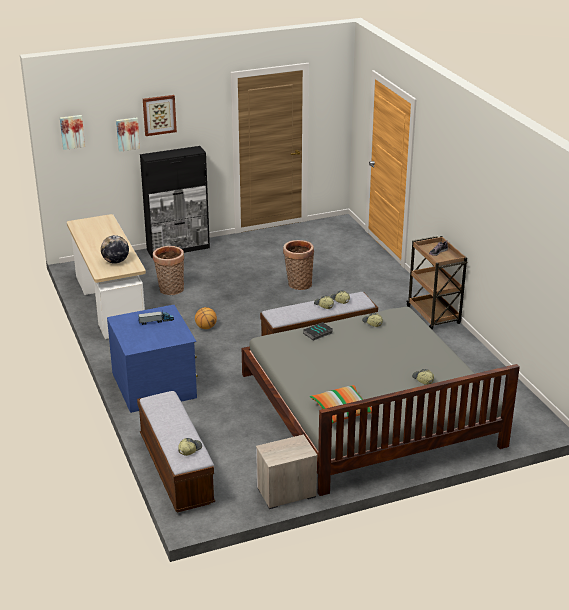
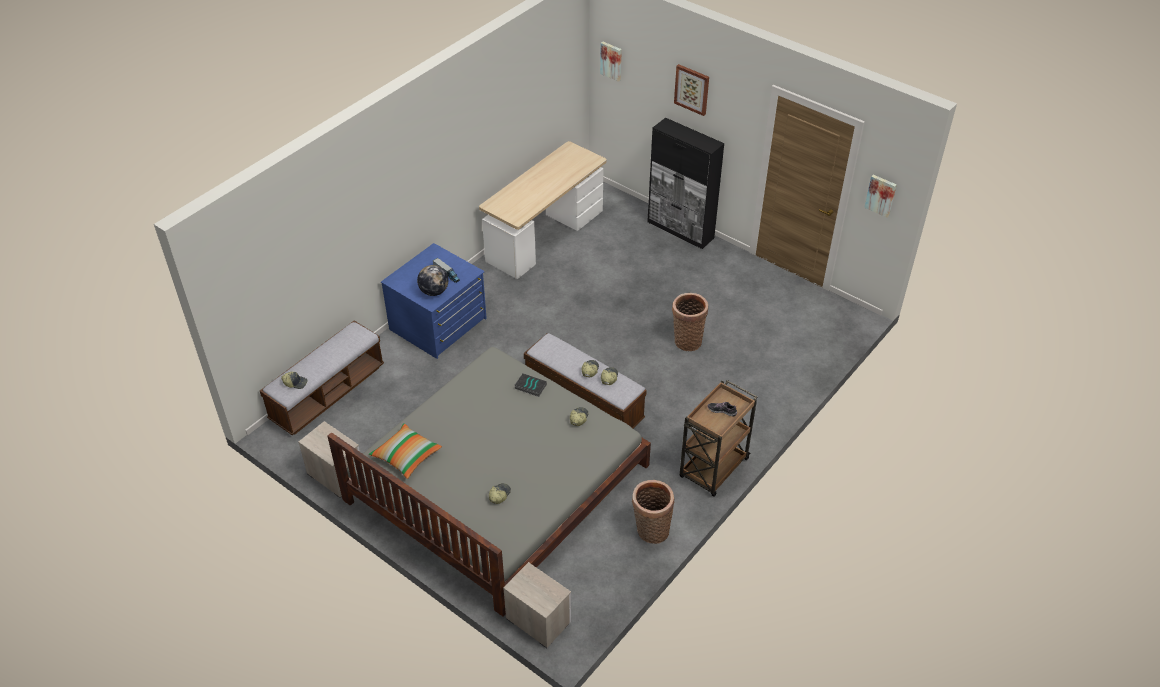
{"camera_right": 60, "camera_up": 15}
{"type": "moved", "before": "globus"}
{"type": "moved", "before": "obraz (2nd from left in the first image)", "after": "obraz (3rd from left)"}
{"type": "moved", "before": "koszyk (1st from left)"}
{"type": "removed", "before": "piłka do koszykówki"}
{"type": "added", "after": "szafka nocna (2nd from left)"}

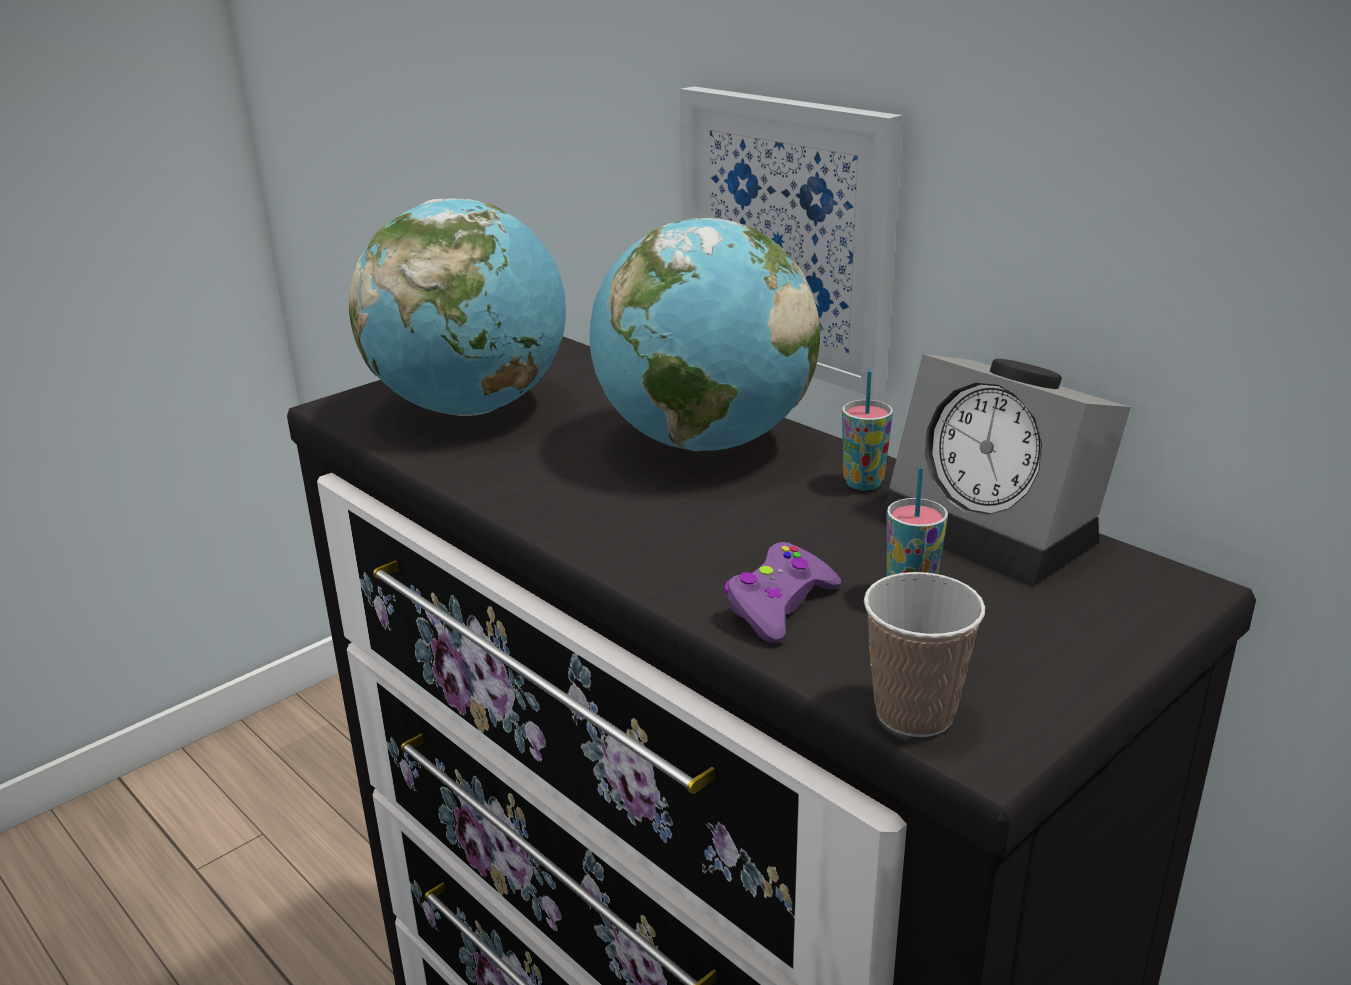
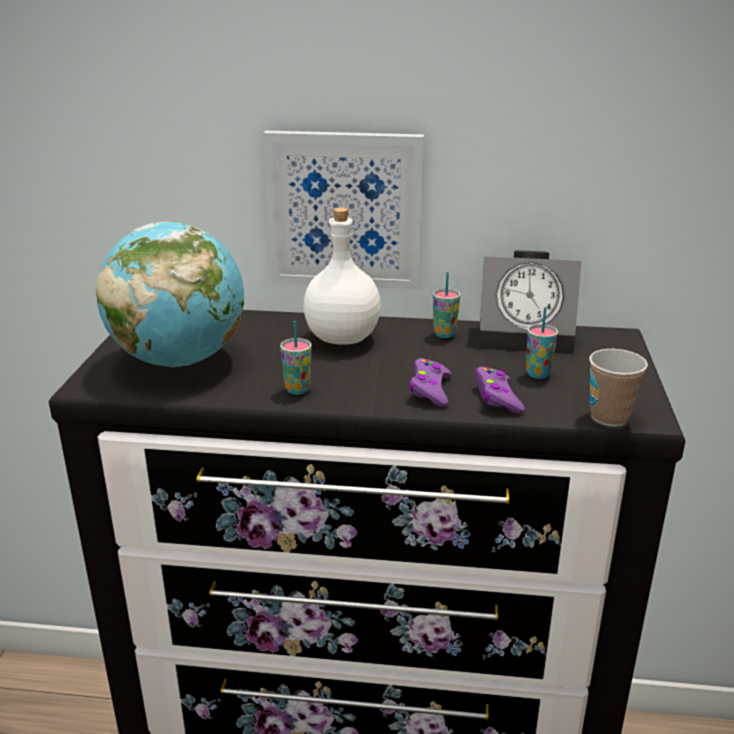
{"camera_right": -40, "camera_up": 0}
{"type": "replaced", "before": "globus (2nd from left)", "after": "butelka [biały]"}
{"type": "added", "after": "filiżanka (1st from left)"}
{"type": "added", "after": "pad do gier [fioletowy] (1st from left)"}

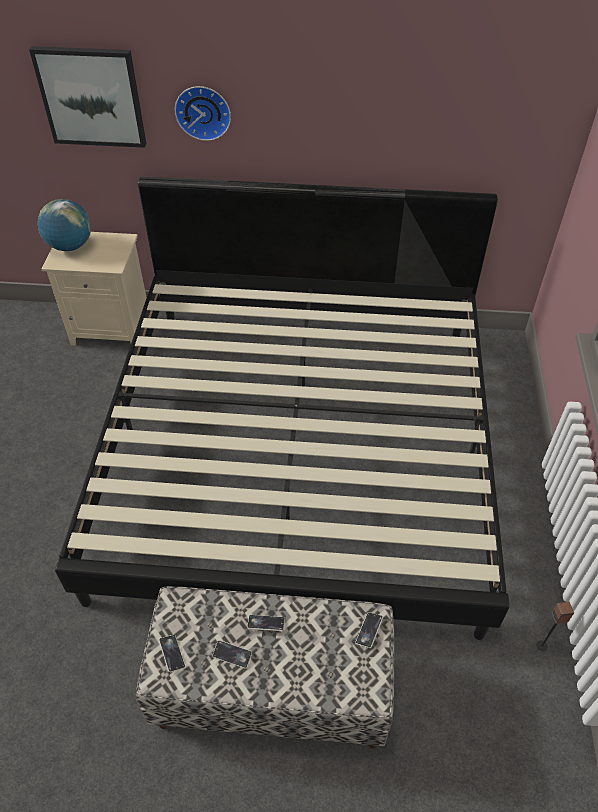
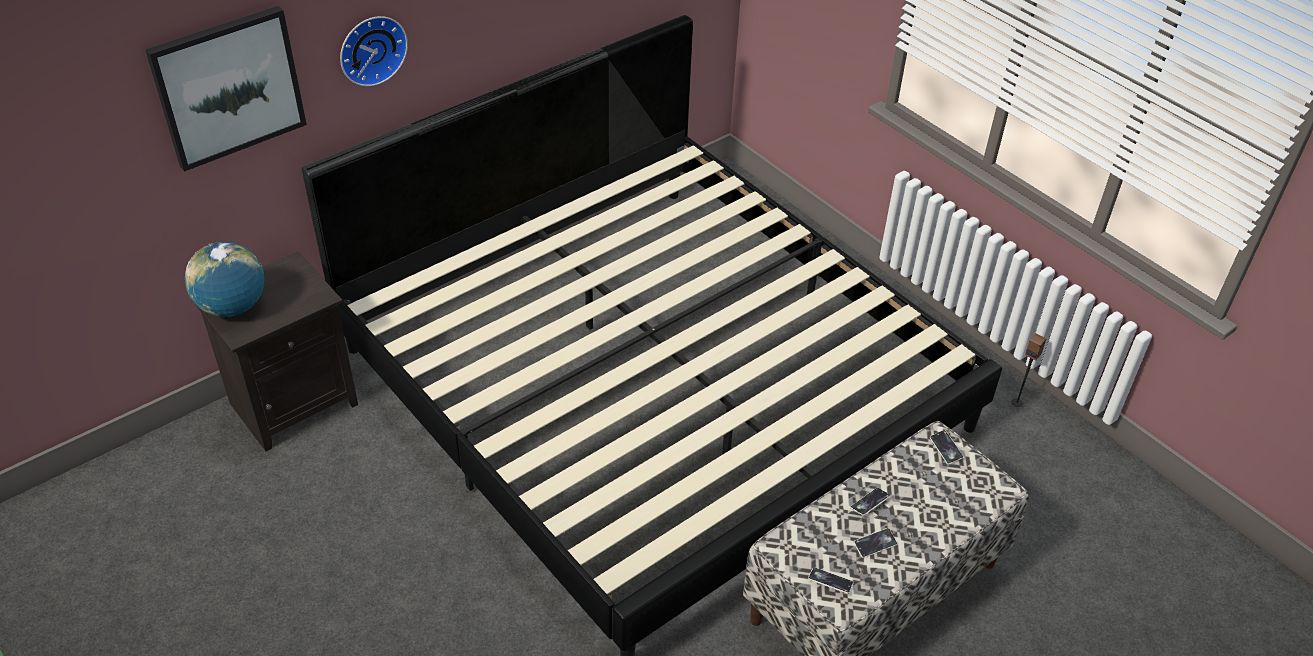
{"camera_right": -45, "camera_up": -5}
{"type": "recoloured", "before": "szafka nocna [beżowy]", "after": "szafka nocna [czarny]"}

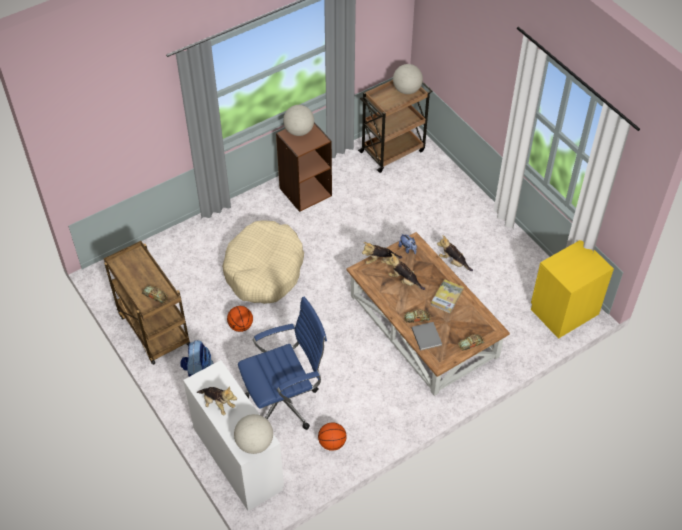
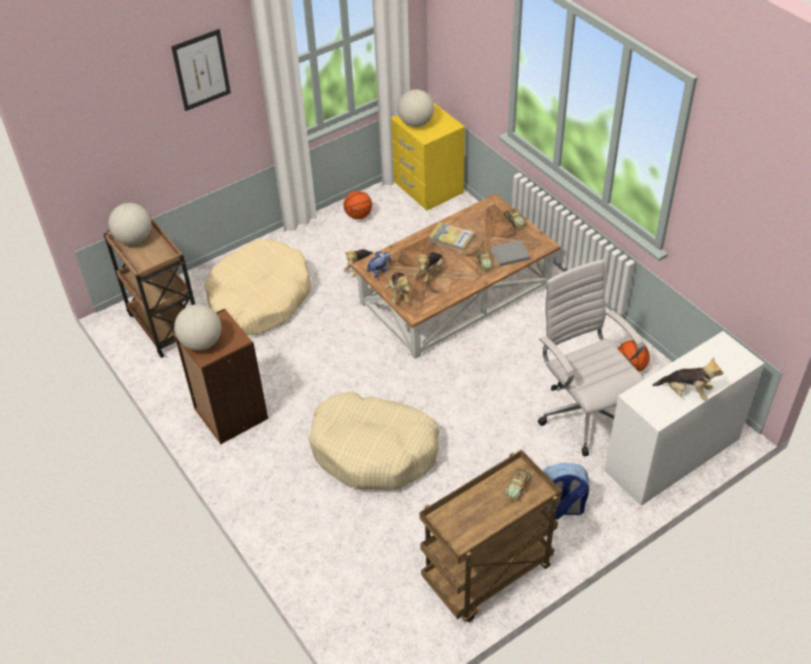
{"camera_right": -90, "camera_up": -5}
{"type": "turned", "before": "pluszak (1st from left in the first image)", "turn": 75}
{"type": "moved", "before": "piłka do koszykówki (1st from left)"}
{"type": "moved", "before": "globus (1st from left in the first image)", "after": "globus (3rd from left)"}
{"type": "recoloured", "before": "krzesło biurowe [niebieski]", "after": "krzesło biurowe [biały]"}
{"type": "added", "after": "obraz"}
{"type": "added", "after": "legowisko [beżowy] (1st from left)"}

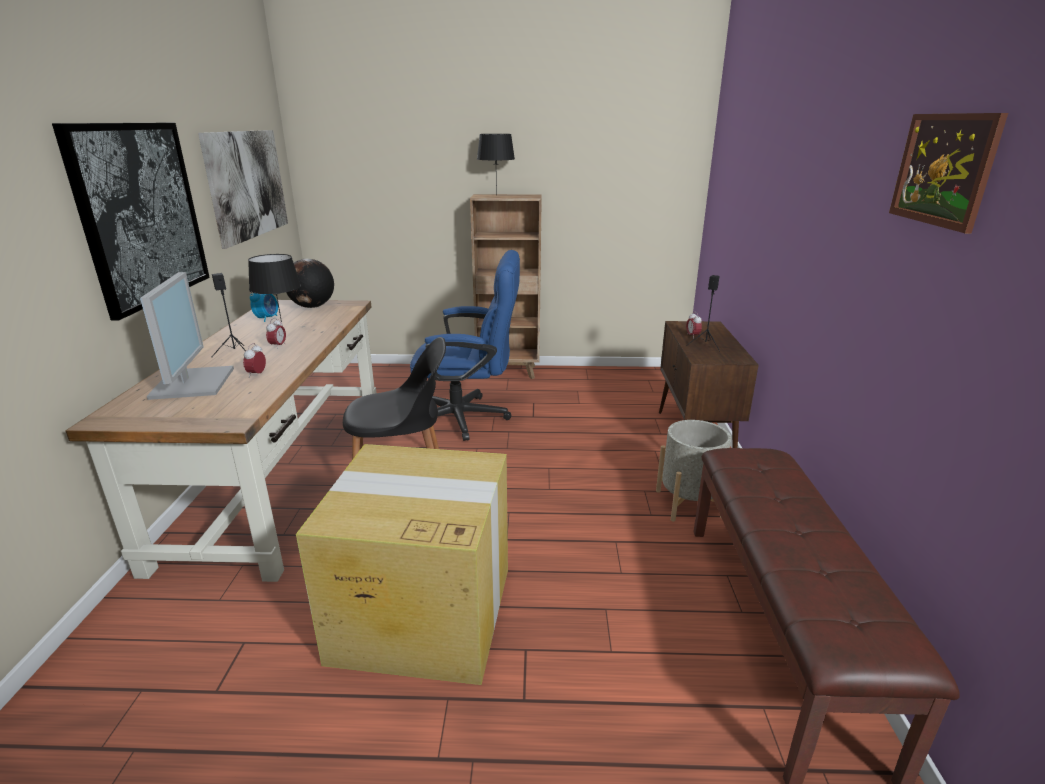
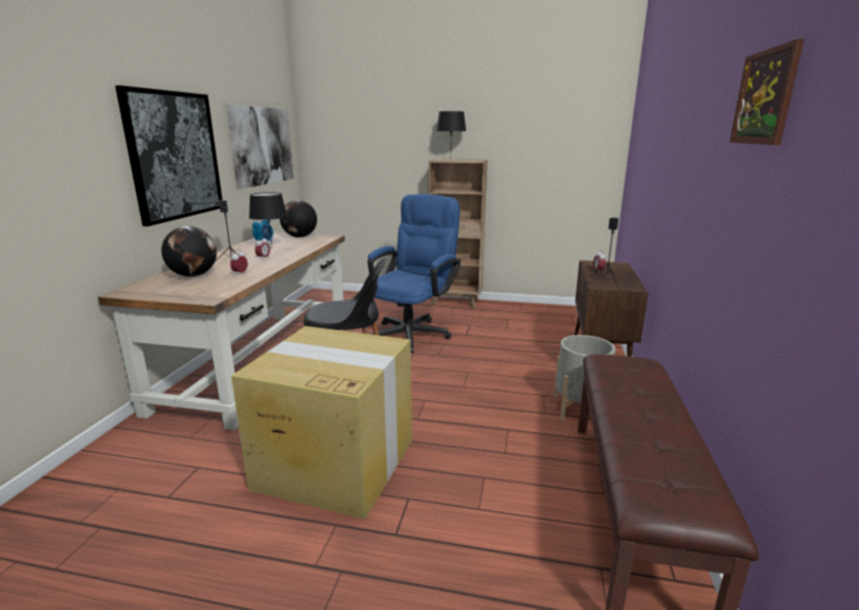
{"camera_right": 10, "camera_up": -5}
{"type": "replaced", "before": "monitor", "after": "globus (1st from left)"}
{"type": "turned", "before": "krzesło biurowe [niebieski]", "turn": -75}

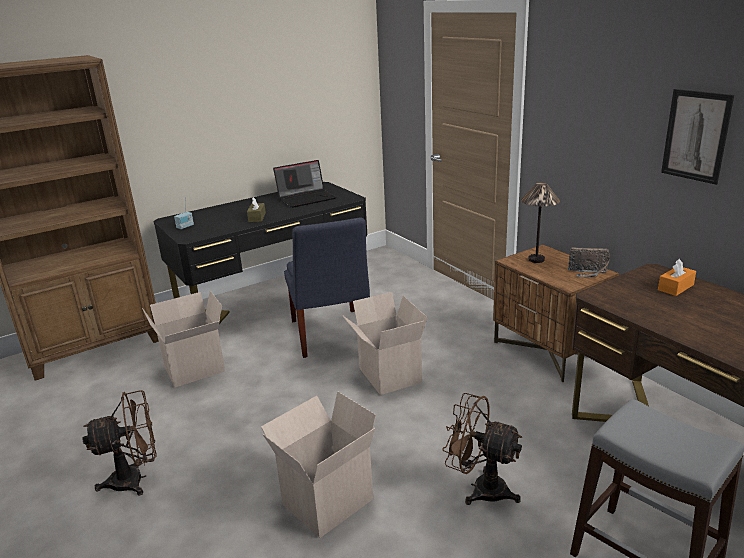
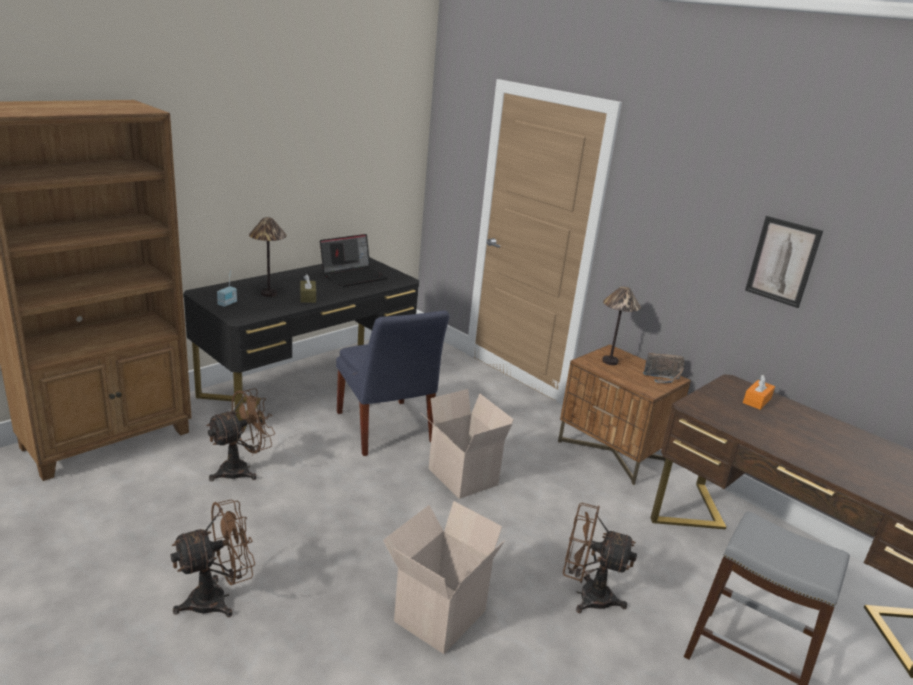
{"camera_right": -15, "camera_up": 0}
{"type": "replaced", "before": "karton (1st from left)", "after": "wentylator [brązowy] (2nd from left)"}
{"type": "added", "after": "lampa stołowa (1st from left)"}

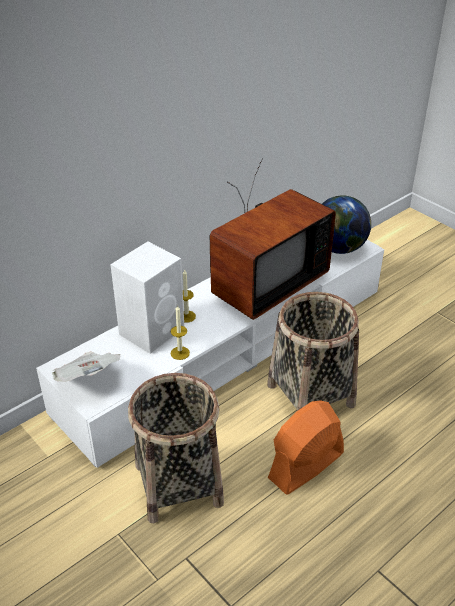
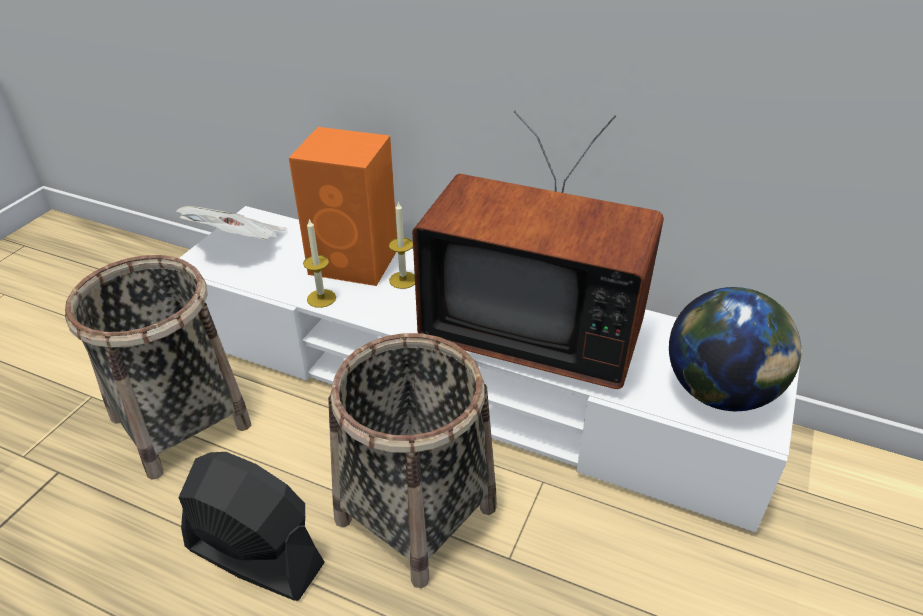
{"camera_right": 65, "camera_up": 0}
{"type": "recoloured", "before": "głośnik [biały]", "after": "głośnik [pomarańczowy]"}
{"type": "recoloured", "before": "wentylator [pomarańczowy]", "after": "wentylator [czarny]"}

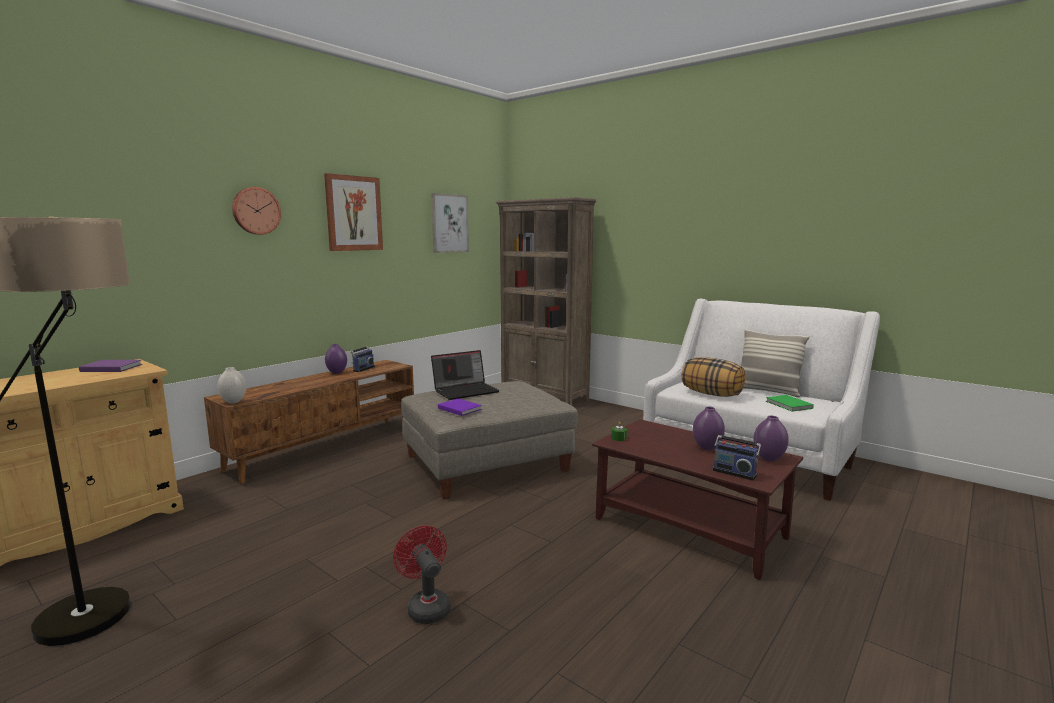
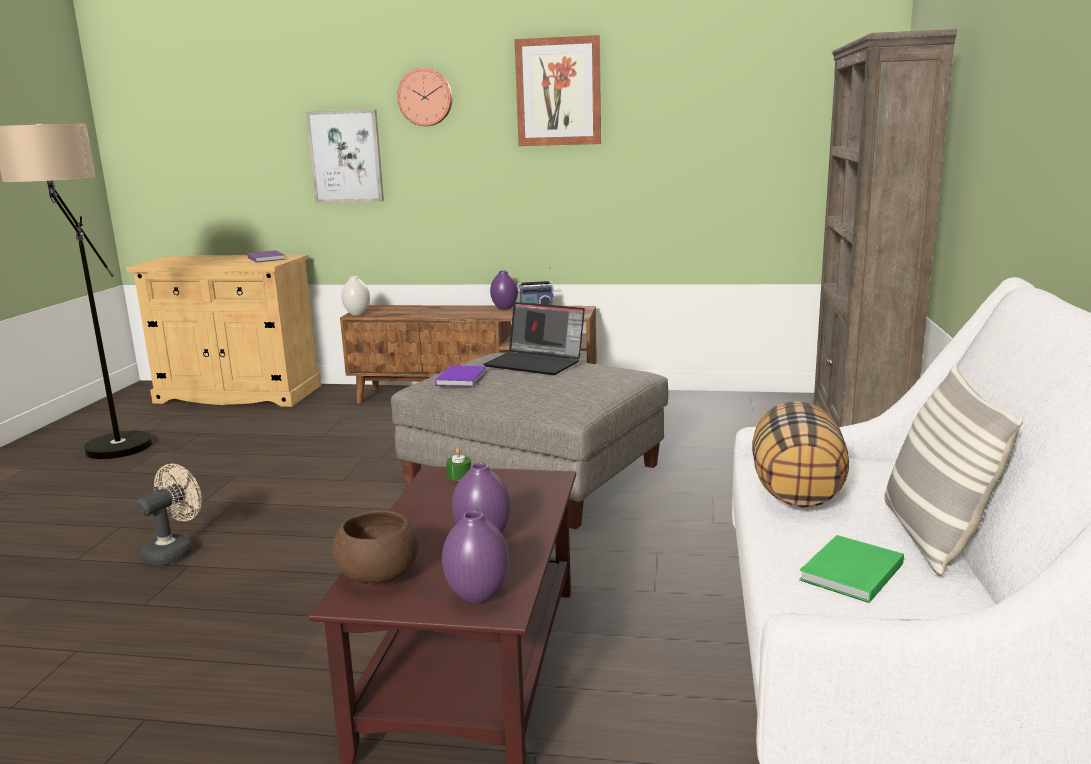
{"camera_right": 60, "camera_up": 5}
{"type": "recoloured", "before": "wentylator [czerwony]", "after": "wentylator [beżowy]"}
{"type": "moved", "before": "obraz (2nd from left in the first image)", "after": "obraz (1st from left)"}
{"type": "replaced", "before": "radio (2nd from left)", "after": "miska [brązowy]"}

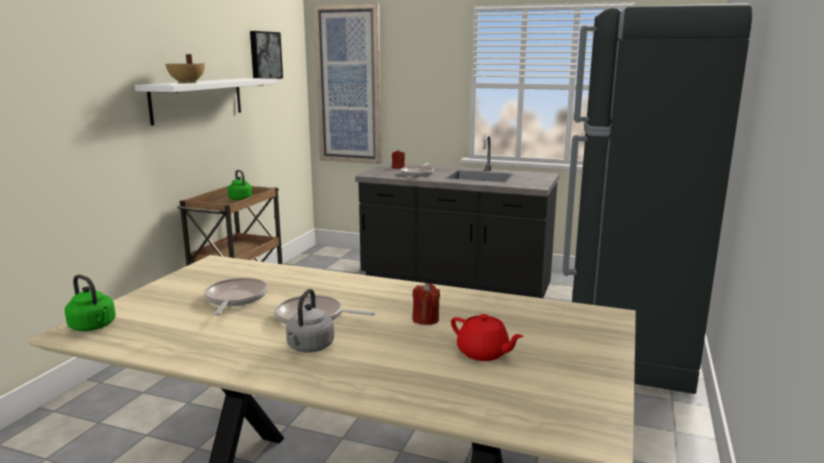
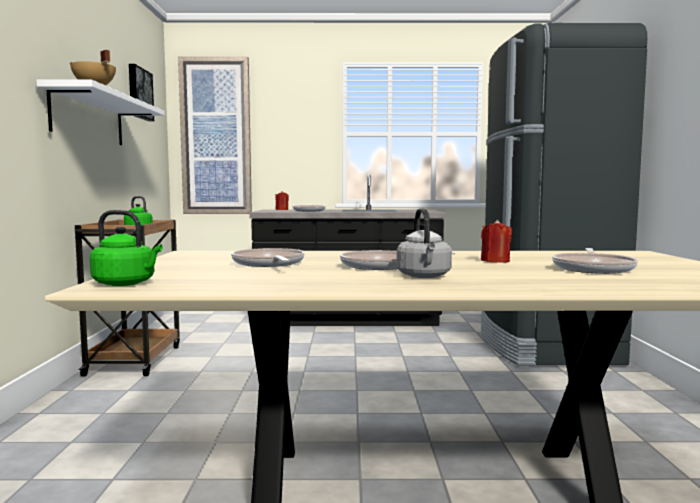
{"camera_right": -20, "camera_up": -10}
{"type": "replaced", "before": "imbryk [czerwony]", "after": "patelnia (4th from left)"}

